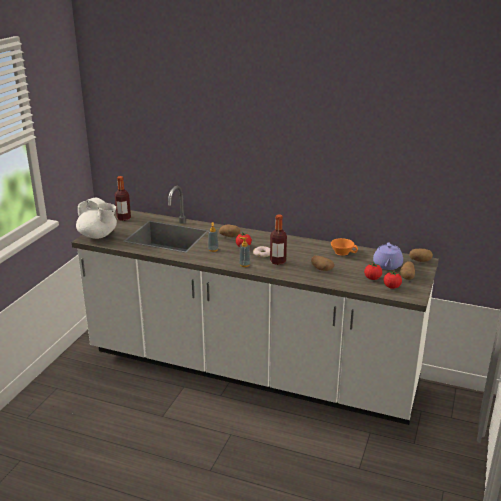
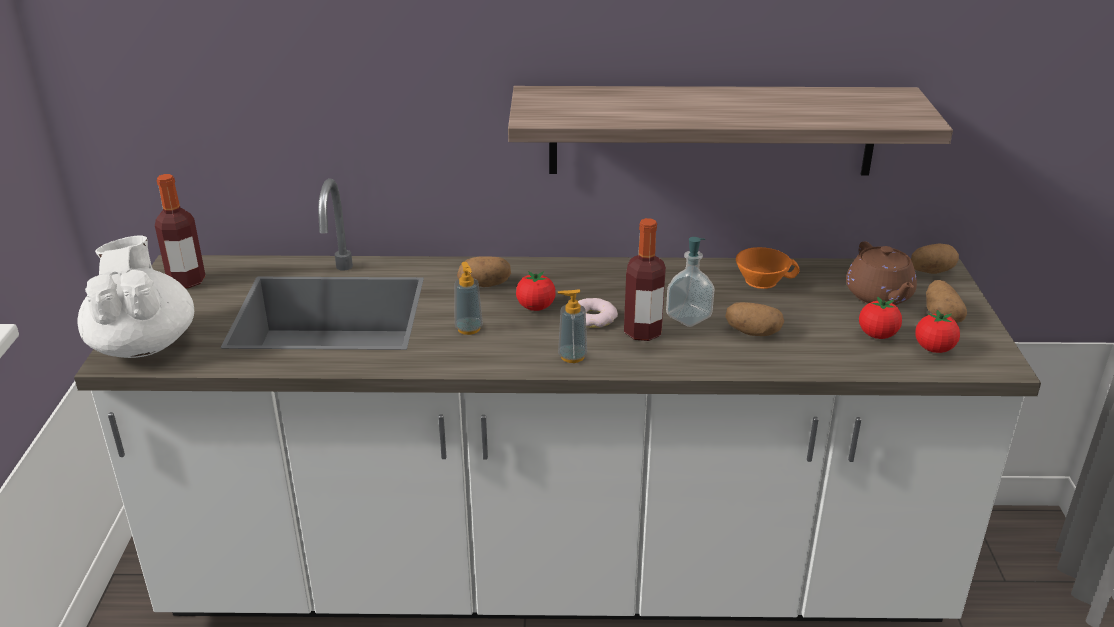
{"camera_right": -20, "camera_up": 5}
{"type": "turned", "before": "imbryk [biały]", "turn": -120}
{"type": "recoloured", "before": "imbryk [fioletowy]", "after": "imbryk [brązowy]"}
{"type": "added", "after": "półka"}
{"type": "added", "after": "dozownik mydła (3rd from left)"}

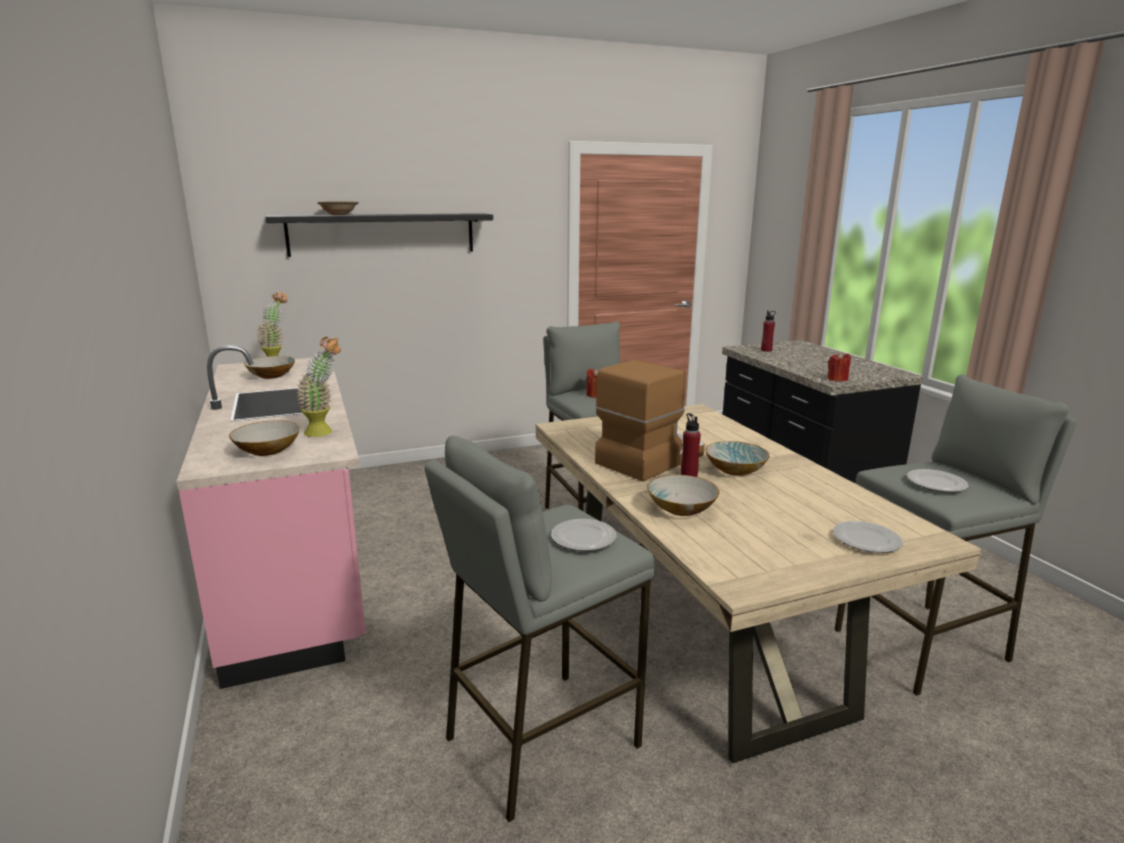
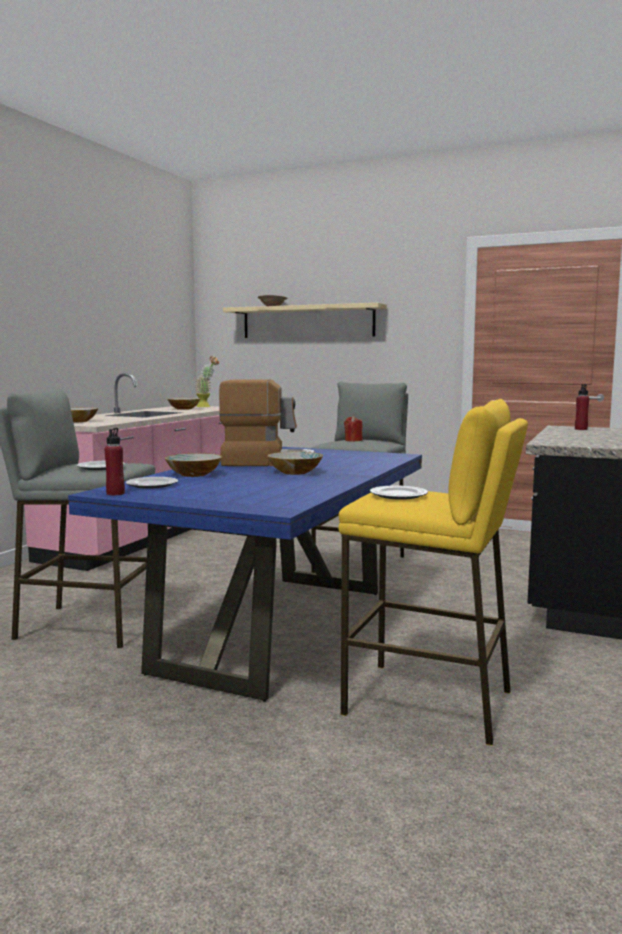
{"camera_right": 45, "camera_up": -10}
{"type": "recoloured", "before": "półka [czarny]", "after": "półka [beżowy]"}
{"type": "removed", "before": "roślina doniczkowa (2nd from left)"}
{"type": "recoloured", "before": "stół jadalny [beżowy]", "after": "stół jadalny [niebieski]"}
{"type": "moved", "before": "butelka [czerwony] (1st from left)"}
{"type": "removed", "before": "świeca [czerwony] (2nd from left)"}
{"type": "moved", "before": "talerz (2nd from left)"}
{"type": "recoloured", "before": "stołek [szary] (3rd from left)", "after": "stołek [żółty]"}

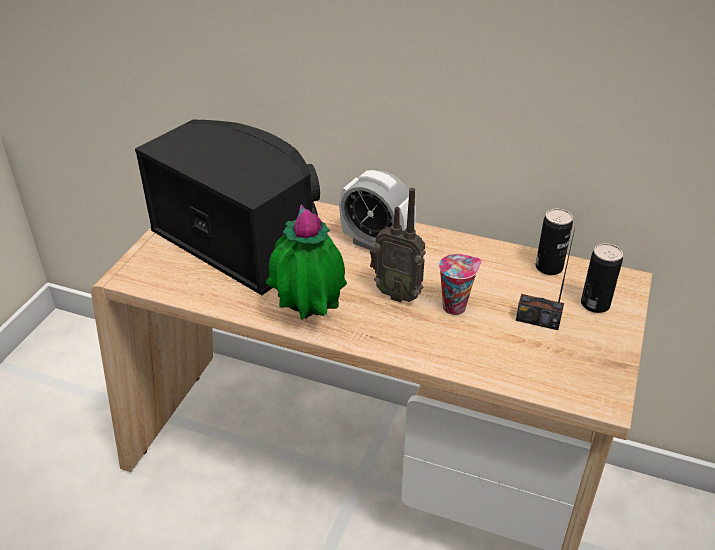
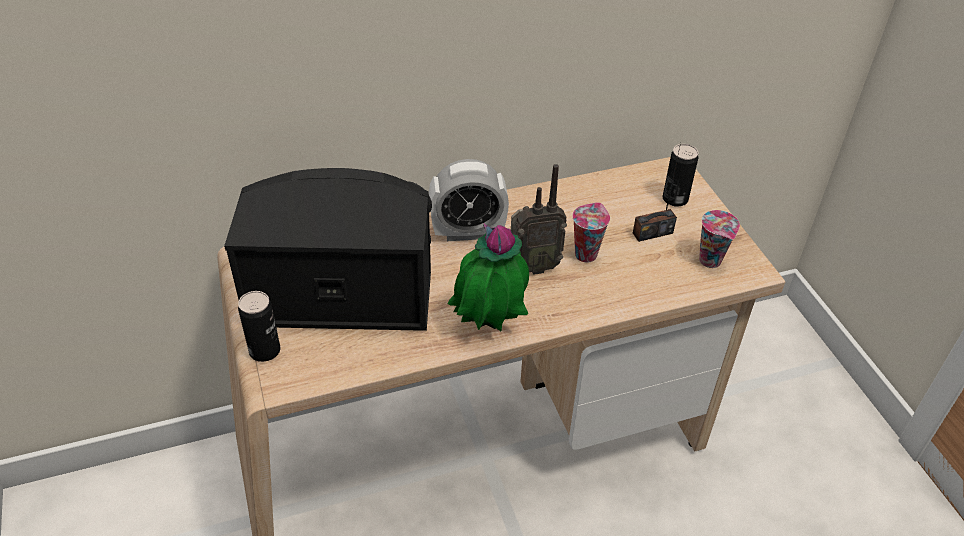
{"camera_right": -40, "camera_up": 5}
{"type": "moved", "before": "puszka (1st from left)"}
{"type": "added", "after": "filiżanka (2nd from left)"}

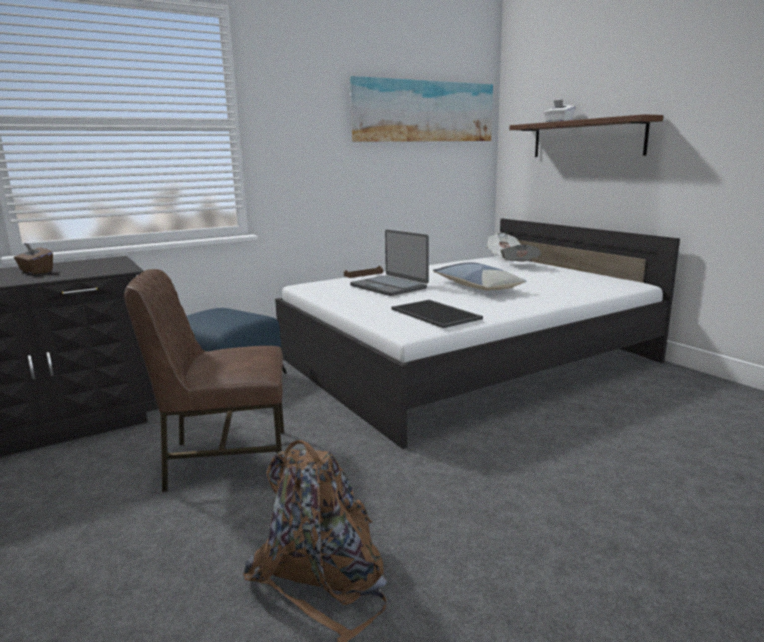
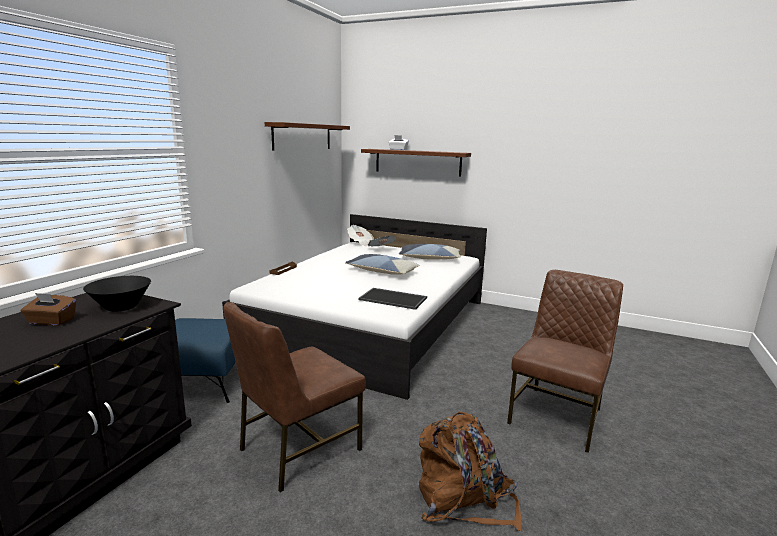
{"camera_right": -35, "camera_up": 0}
{"type": "replaced", "before": "obraz", "after": "półka [brązowy] (1st from left)"}
{"type": "removed", "before": "laptop"}
{"type": "added", "after": "miska [czarny]"}
{"type": "added", "after": "poduszka (2nd from left)"}
{"type": "added", "after": "krzesło [brązowy] (2nd from left)"}

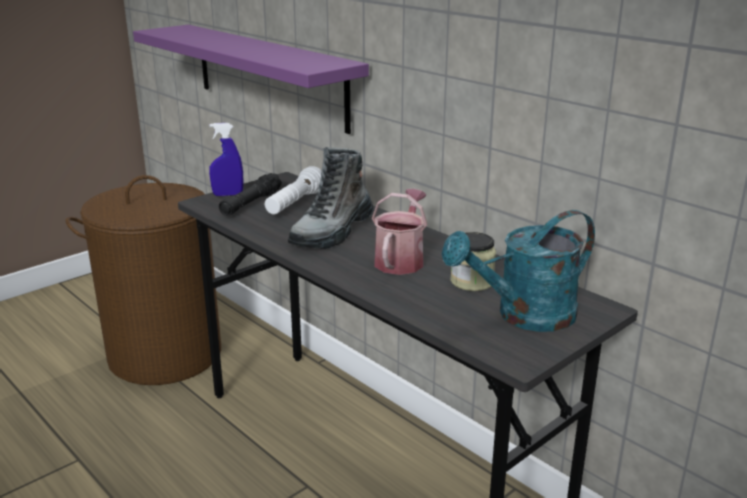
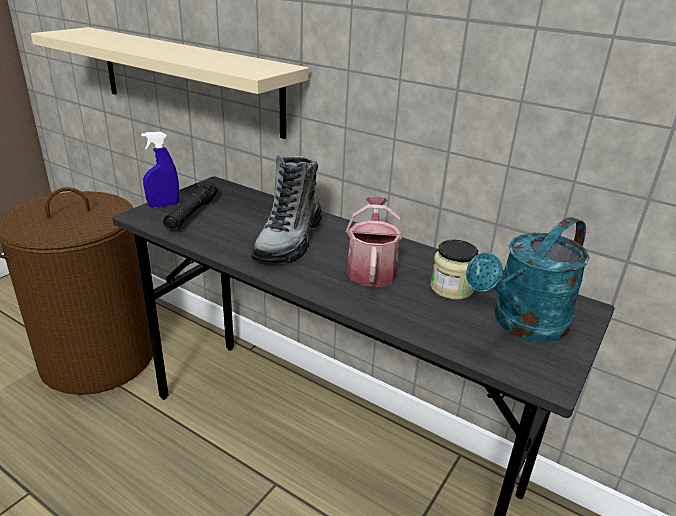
{"camera_right": -15, "camera_up": 5}
{"type": "recoloured", "before": "półka [fioletowy]", "after": "półka [beżowy]"}
{"type": "removed", "before": "latarka [biały]"}

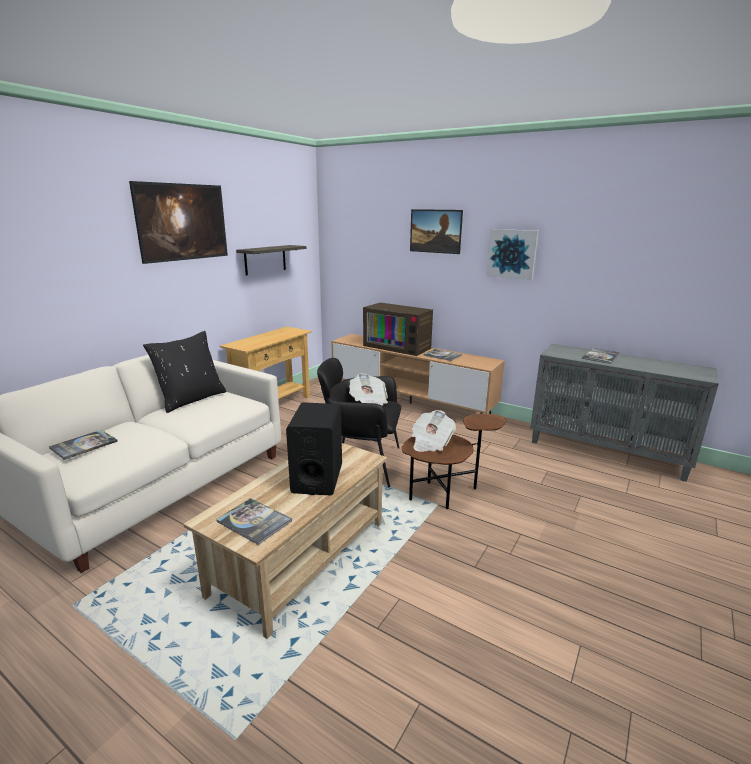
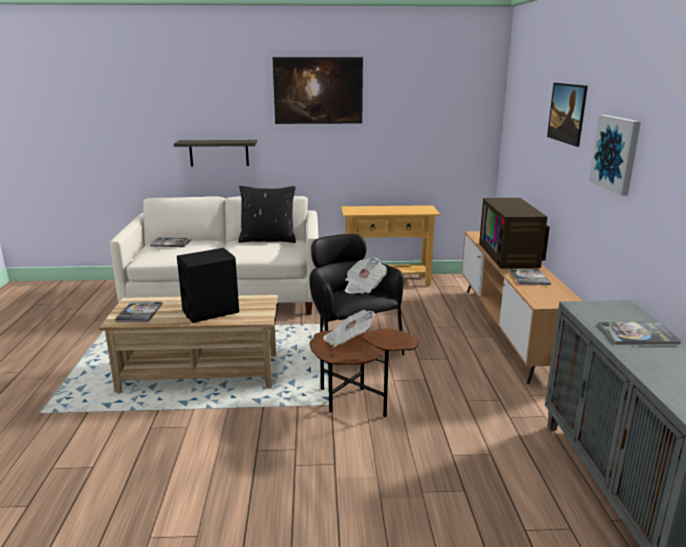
{"camera_right": 55, "camera_up": 0}
{"type": "moved", "before": "półka"}

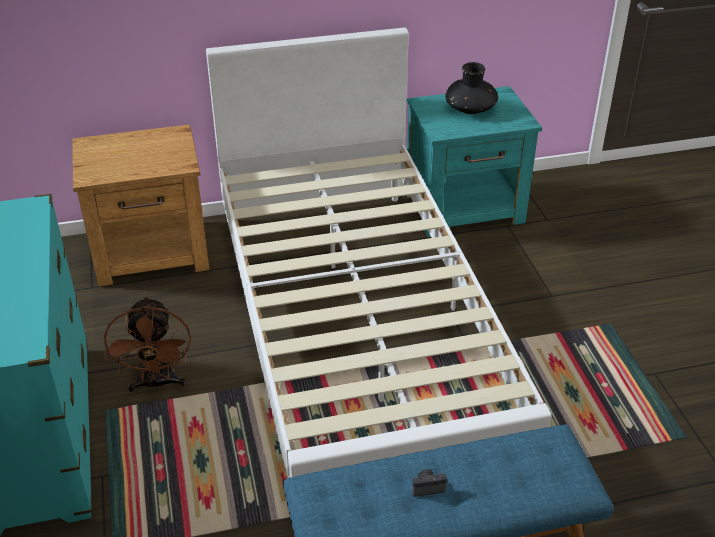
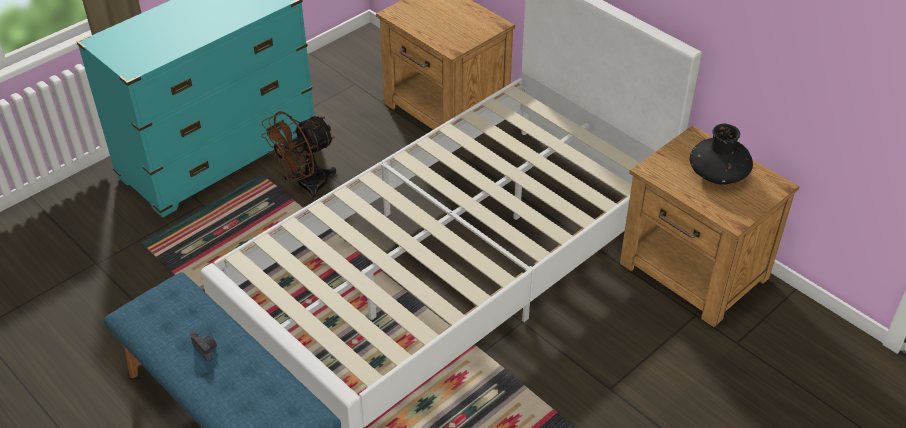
{"camera_right": 60, "camera_up": 5}
{"type": "recoloured", "before": "szafka nocna [turkusowy]", "after": "szafka nocna [brązowy] (2nd from left)"}

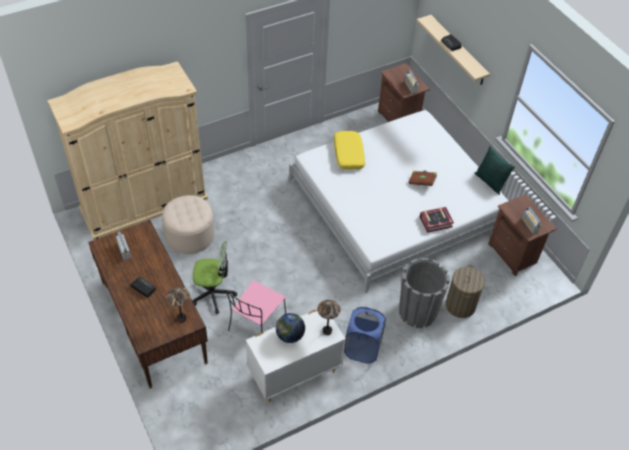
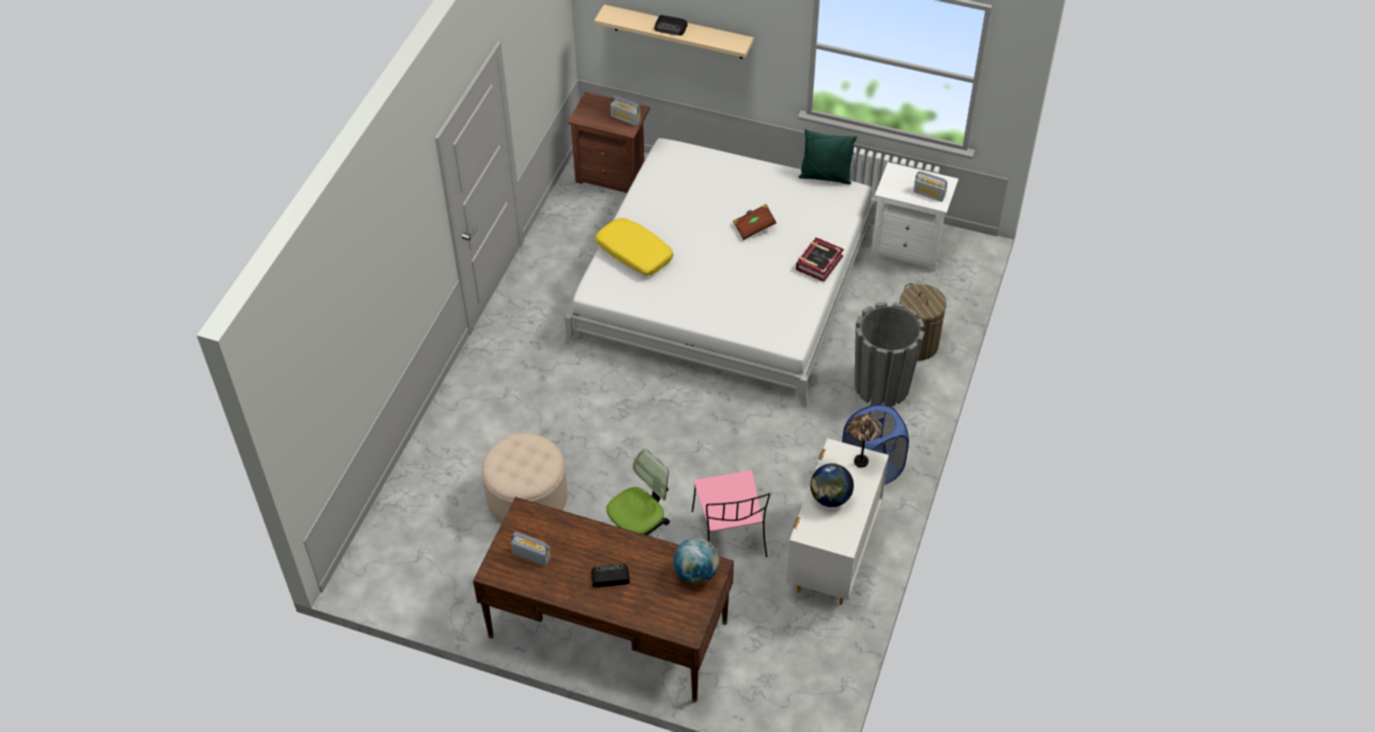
{"camera_right": -40, "camera_up": 0}
{"type": "removed", "before": "szafa [beżowy]"}
{"type": "replaced", "before": "lampa stołowa (1st from left)", "after": "globus (1st from left)"}
{"type": "recoloured", "before": "szafka nocna [brązowy] (2nd from left)", "after": "szafka nocna [biały]"}

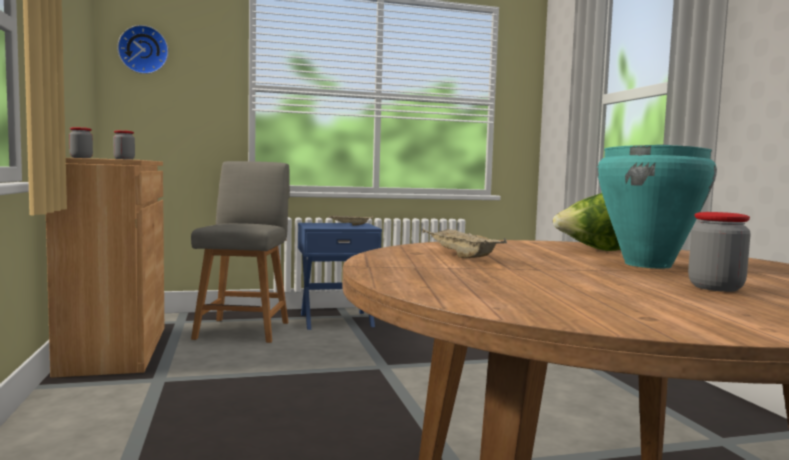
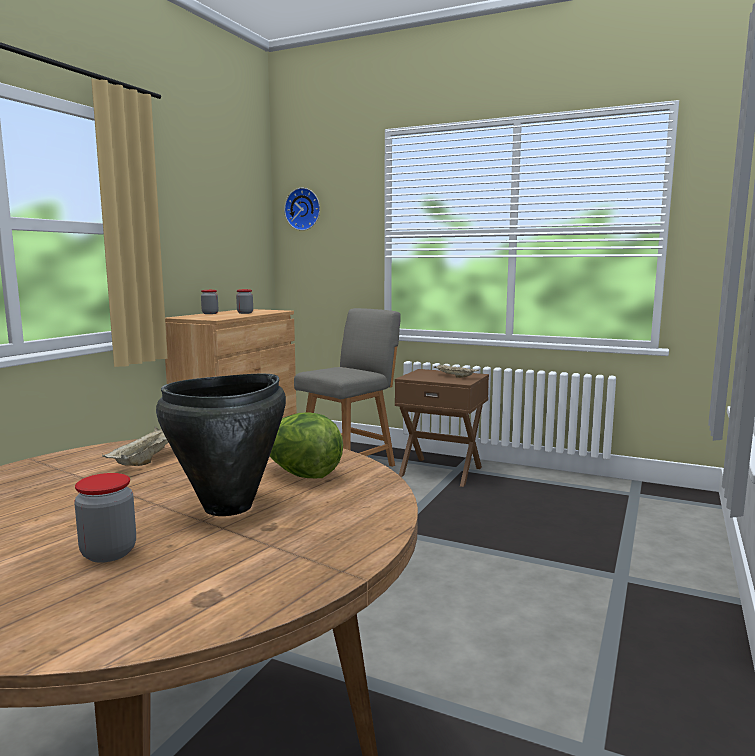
{"camera_right": 40, "camera_up": 5}
{"type": "recoloured", "before": "szafka nocna [niebieski]", "after": "szafka nocna [brązowy]"}
{"type": "recoloured", "before": "garnek [turkusowy]", "after": "garnek [czarny]"}

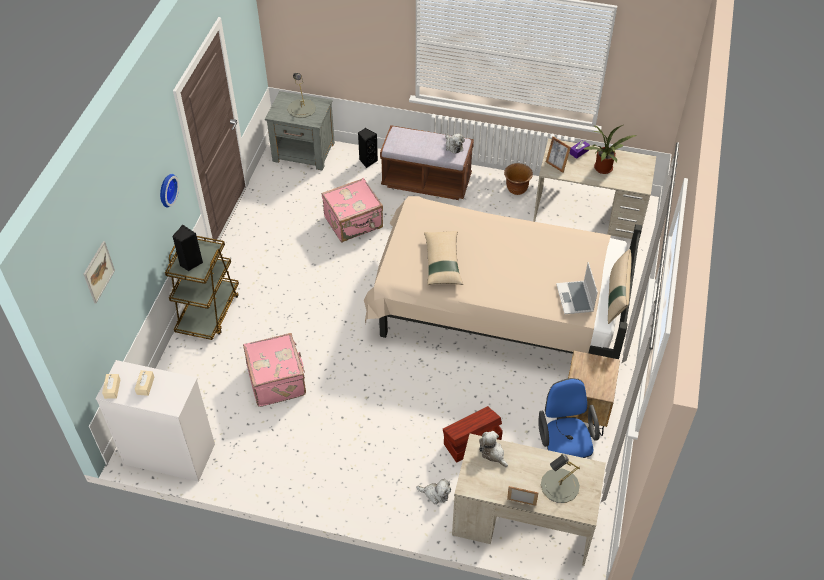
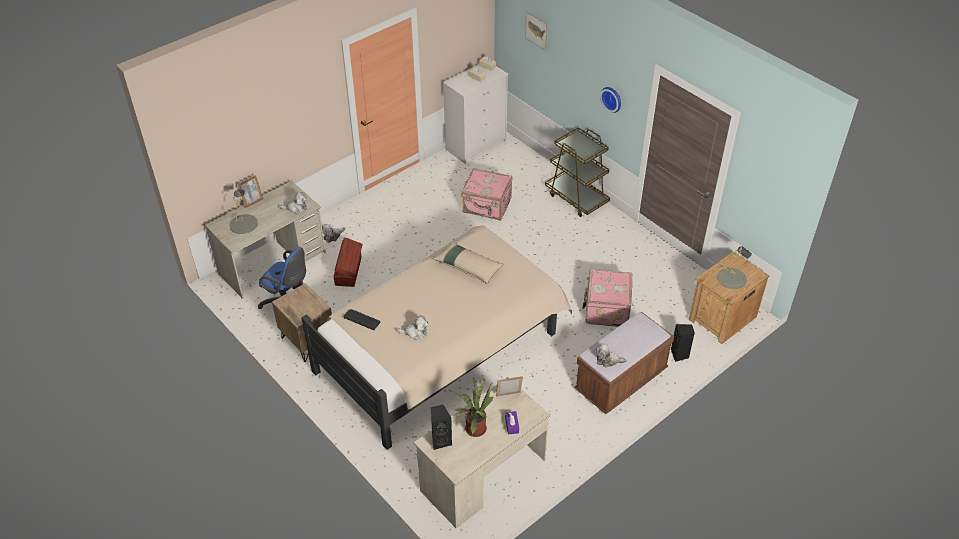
{"camera_right": 125, "camera_up": -5}
{"type": "moved", "before": "głośnik [czarny] (1st from left)"}
{"type": "recoloured", "before": "szafka nocna [szary]", "after": "szafka nocna [brązowy] (2nd from left)"}
{"type": "removed", "before": "donica [brązowy]"}
{"type": "replaced", "before": "laptop", "after": "klawiatura"}
{"type": "removed", "before": "poduszka [beżowy] (2nd from left)"}
{"type": "added", "after": "pluszak (3rd from left)"}

